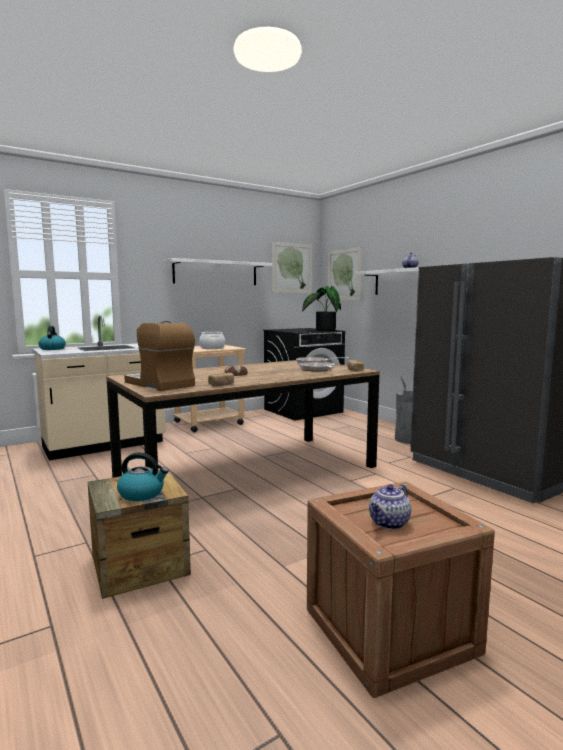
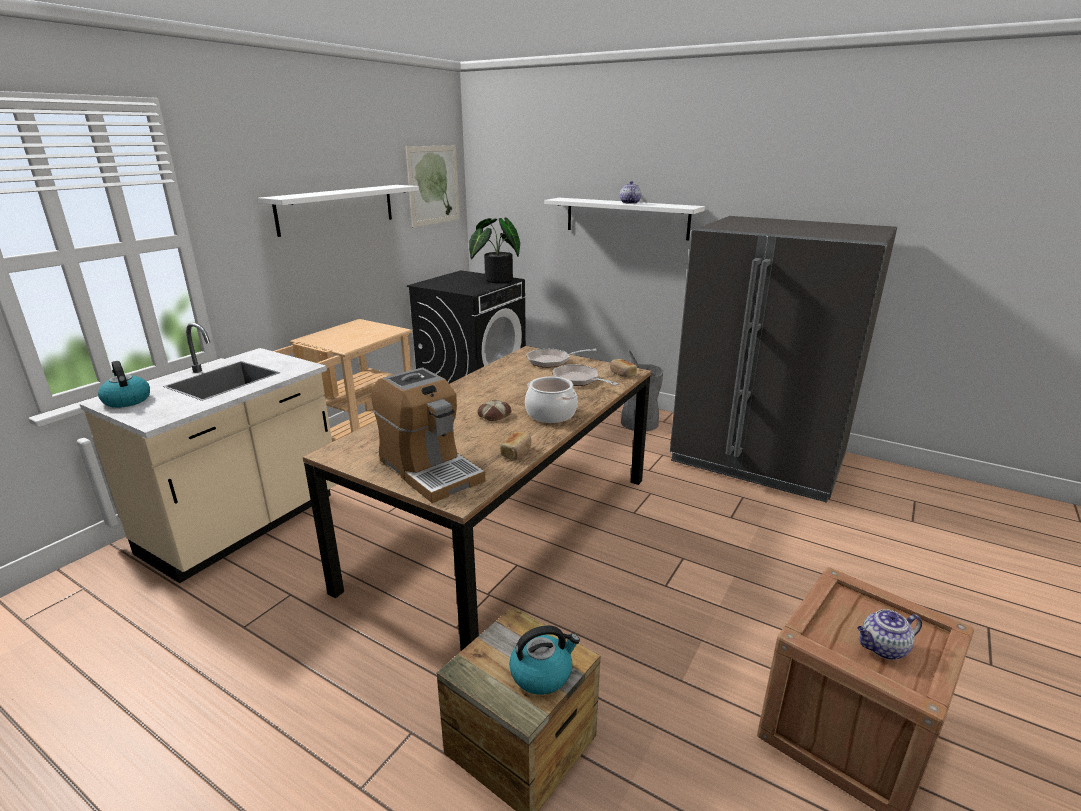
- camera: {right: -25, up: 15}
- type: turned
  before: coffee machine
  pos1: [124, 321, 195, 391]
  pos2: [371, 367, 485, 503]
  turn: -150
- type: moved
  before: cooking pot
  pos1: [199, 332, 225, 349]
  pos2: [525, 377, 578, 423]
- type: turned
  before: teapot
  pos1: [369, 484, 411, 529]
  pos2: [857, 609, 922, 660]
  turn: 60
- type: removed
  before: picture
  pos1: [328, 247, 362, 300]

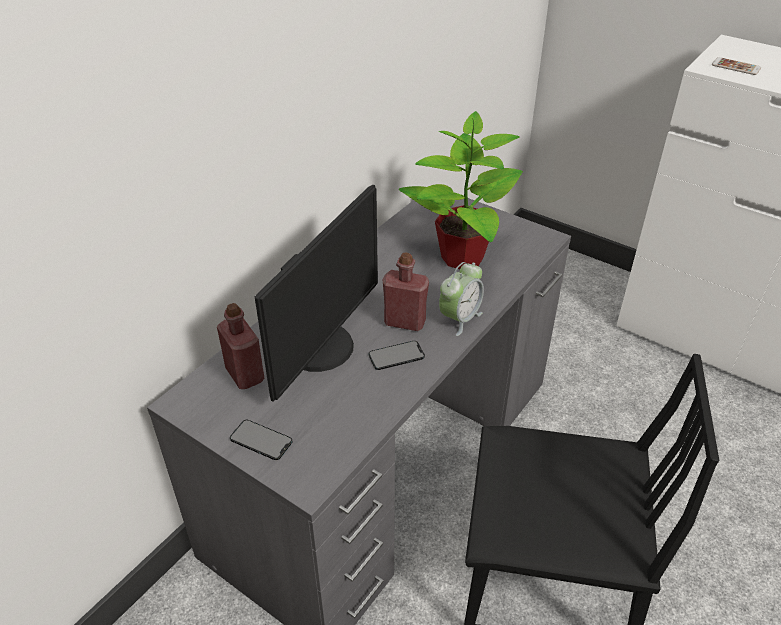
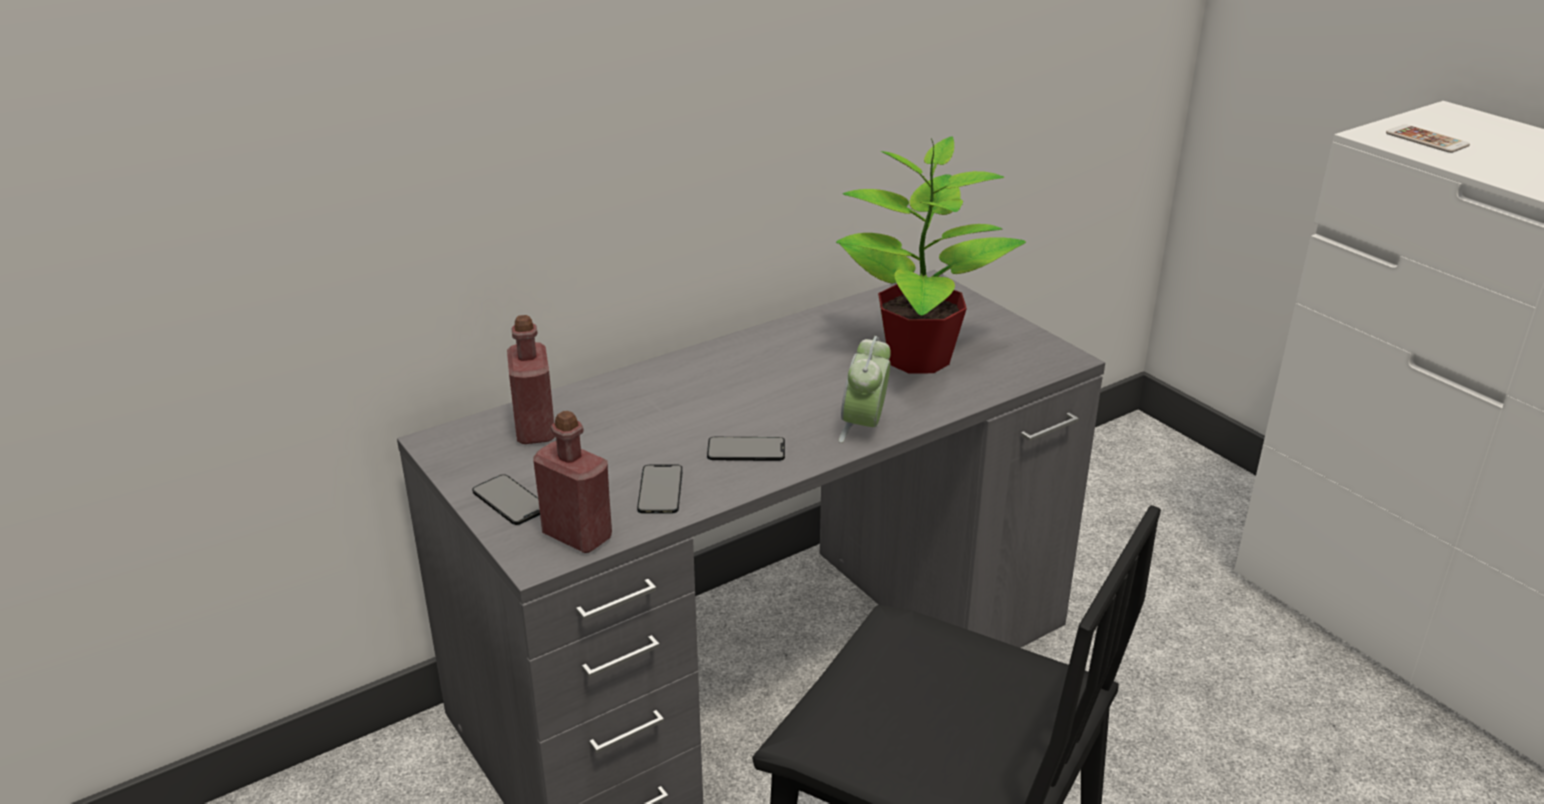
- camera: {right: 20, up: -10}
- type: moved
  before: red bottle
  pos1: [383, 252, 429, 331]
  pos2: [533, 411, 612, 553]
- type: added
  after: phone
  pos2: [637, 465, 683, 514]
- type: turned
  before: alarm clock
  pos1: [439, 262, 484, 336]
  pos2: [839, 336, 891, 443]
  turn: 135
- type: removed
  before: monitor
  pos1: [255, 185, 378, 402]

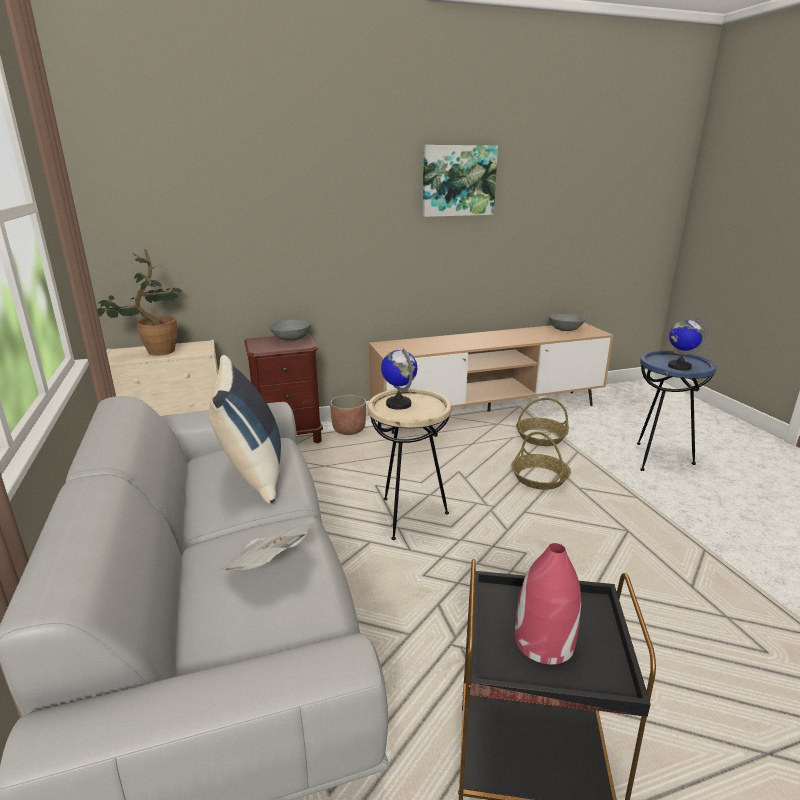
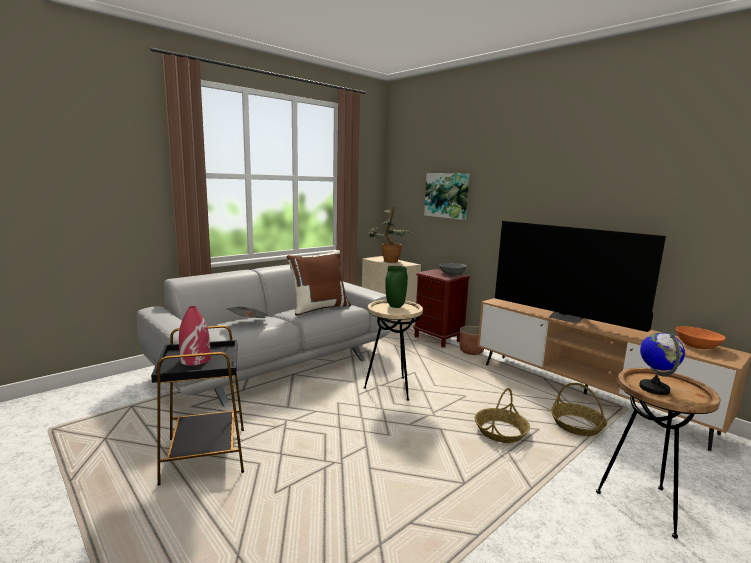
- camera: {right: 65, up: -10}
- type: recoloured
  before: blue pillow
  after: brown pillow
  pos1: [208, 355, 281, 504]
  pos2: [287, 250, 351, 316]
- type: replaced
  before: globe
  after: green vase
  pos1: [381, 349, 417, 410]
  pos2: [385, 266, 408, 308]
- type: moved
  before: picture
  pos1: [423, 145, 498, 217]
  pos2: [424, 173, 469, 220]
- type: added
  after: television
  pos2: [495, 221, 666, 332]
- type: recoloured
  before: blue side table
  after: brown side table
  pos1: [637, 350, 717, 471]
  pos2: [596, 368, 721, 539]
- type: recoloured
  before: grey bowl
  after: orange bowl
  pos1: [549, 314, 585, 331]
  pos2: [676, 326, 726, 349]

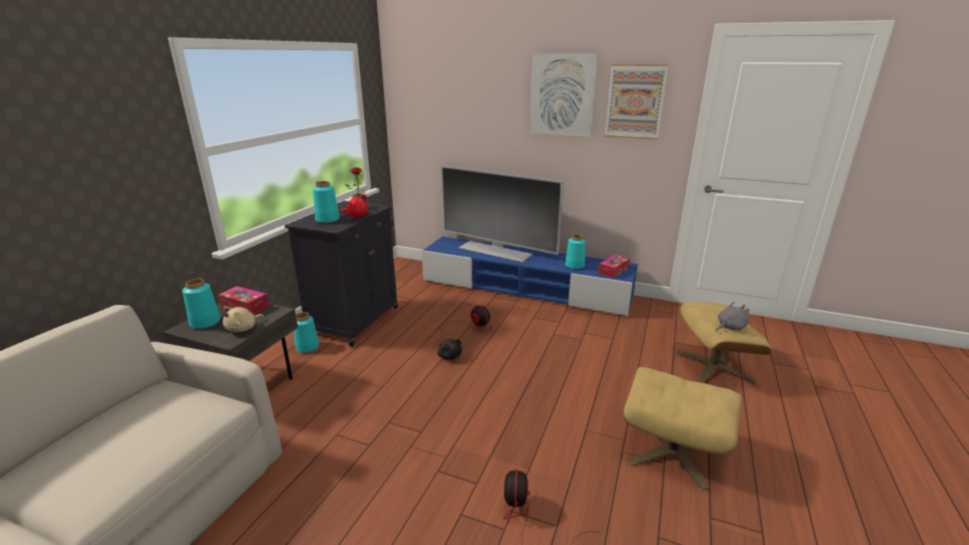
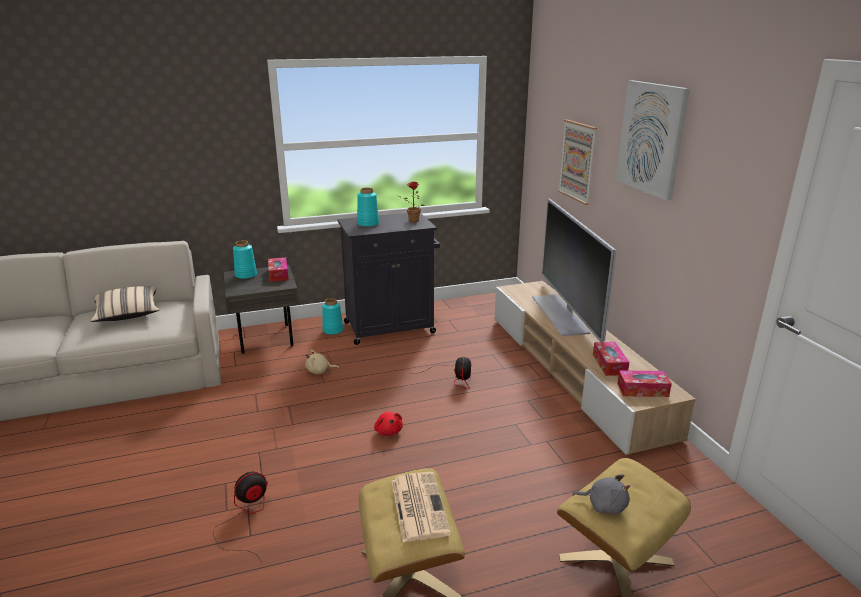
- camera: {right: 50, up: 0}
- type: added
  after: beige pillow
  pos2: [91, 286, 159, 322]
- type: moved
  before: beige plush toy
  pos1: [223, 307, 264, 332]
  pos2: [305, 350, 339, 374]
- type: moved
  before: red plush toy
  pos1: [339, 195, 369, 217]
  pos2: [374, 412, 403, 436]
- type: added
  after: newspaper
  pos2: [392, 472, 451, 542]
- type: recoloured
  before: blue tv stand
  after: beige tv stand
  pos1: [422, 237, 638, 316]
  pos2: [495, 281, 696, 455]
- type: moved
  before: picture
  pos1: [604, 64, 668, 140]
  pos2: [558, 119, 597, 205]
- type: replaced
  before: turquoise vase
  after: tissue box
  pos1: [565, 234, 585, 269]
  pos2: [593, 342, 629, 376]
- type: removed
  before: black plush toy
  pos1: [438, 339, 462, 360]

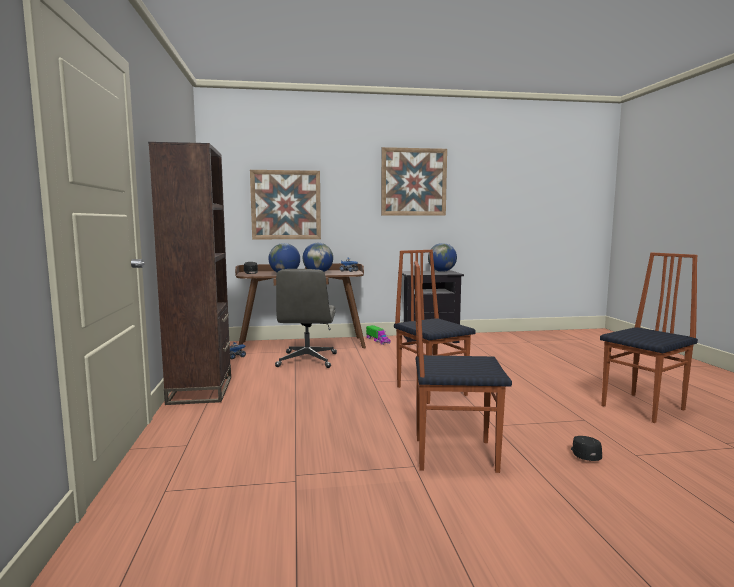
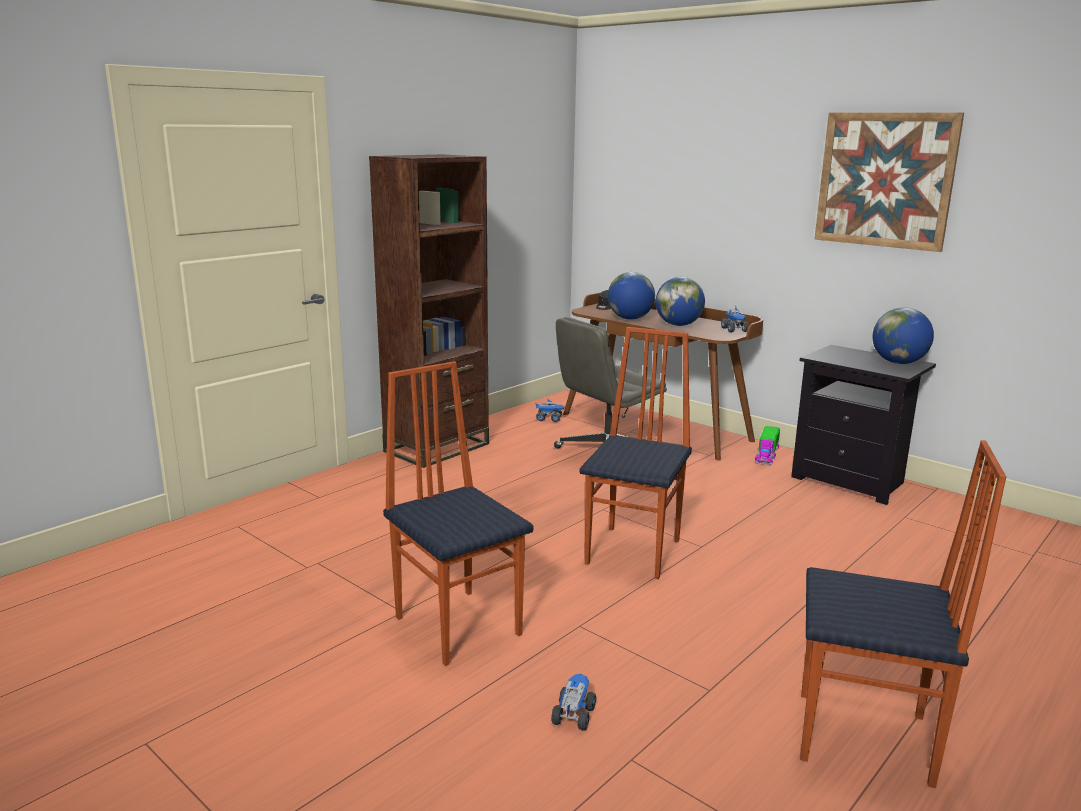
- camera: {right: 50, up: 10}
- type: replaced
  before: black cap
  after: toy truck
  pos1: [571, 436, 602, 461]
  pos2: [551, 674, 596, 731]
- type: removed
  before: picture
  pos1: [250, 170, 321, 239]

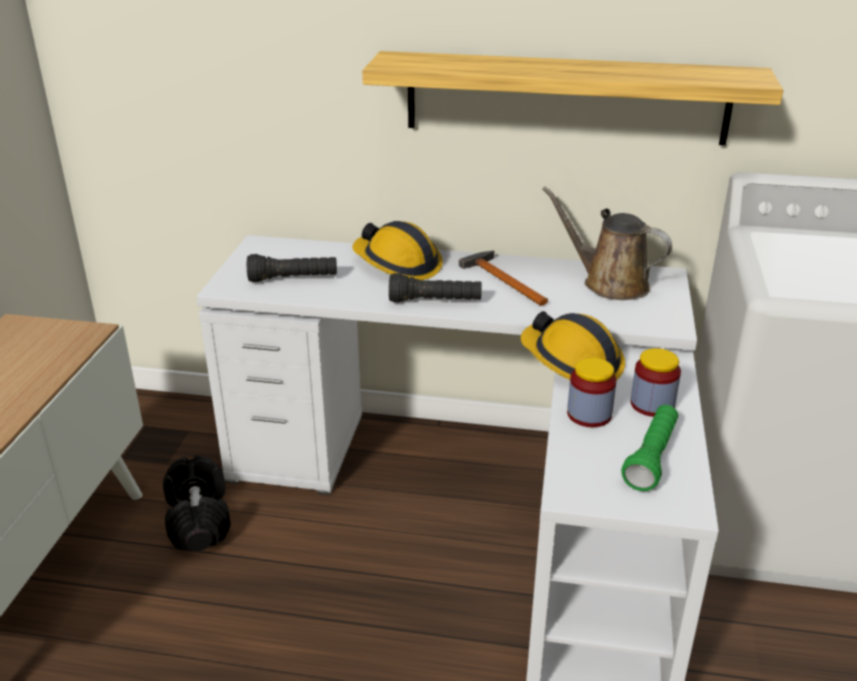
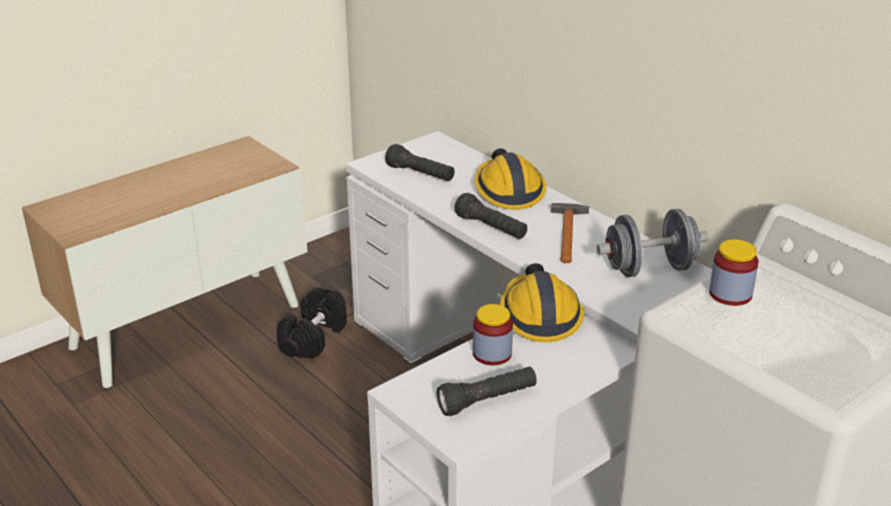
- camera: {right: 40, up: 0}
- type: recoloured
  before: green flashlight
  after: black flashlight
  pos1: [621, 405, 678, 491]
  pos2: [437, 367, 537, 416]
- type: replaced
  before: brown watering can
  after: grey dumbbell
  pos1: [542, 186, 672, 300]
  pos2: [597, 209, 708, 277]
- type: moved
  before: jar
  pos1: [630, 348, 681, 417]
  pos2: [709, 240, 759, 306]
- type: removed
  before: shelf
  pos1: [362, 51, 783, 146]

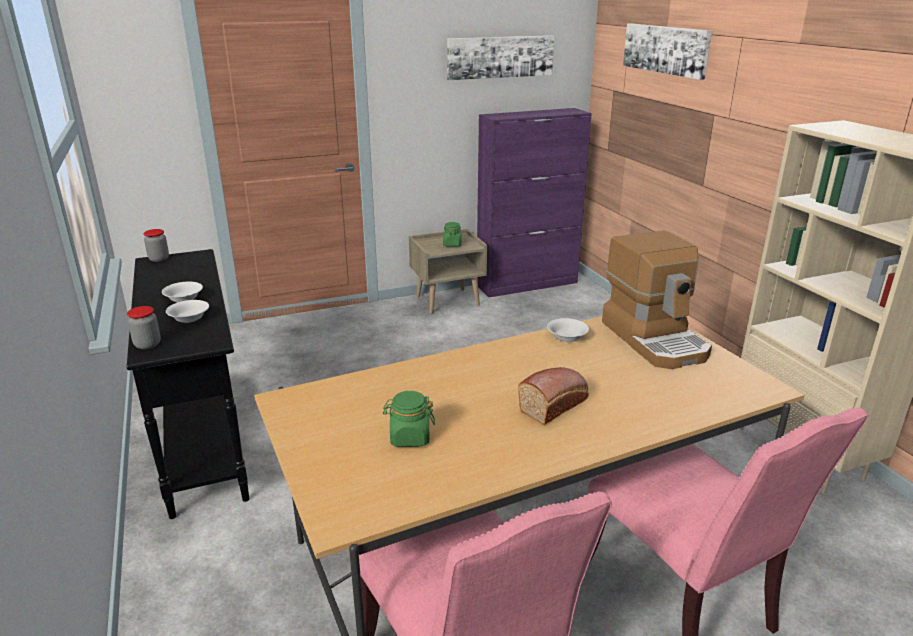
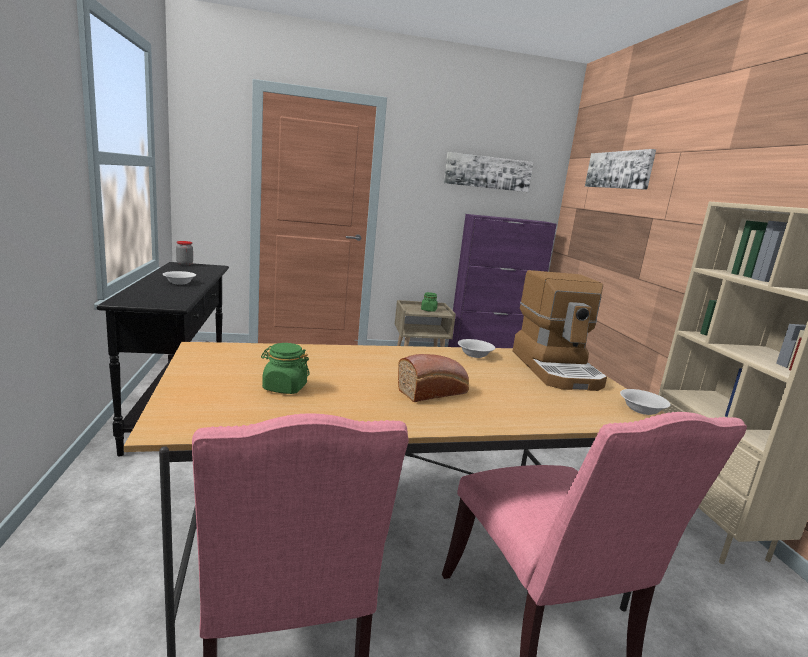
- camera: {right: 10, up: -10}
- type: moved
  before: white bowl
  pos1: [166, 300, 209, 323]
  pos2: [620, 389, 670, 415]
- type: removed
  before: jar
  pos1: [127, 306, 161, 349]

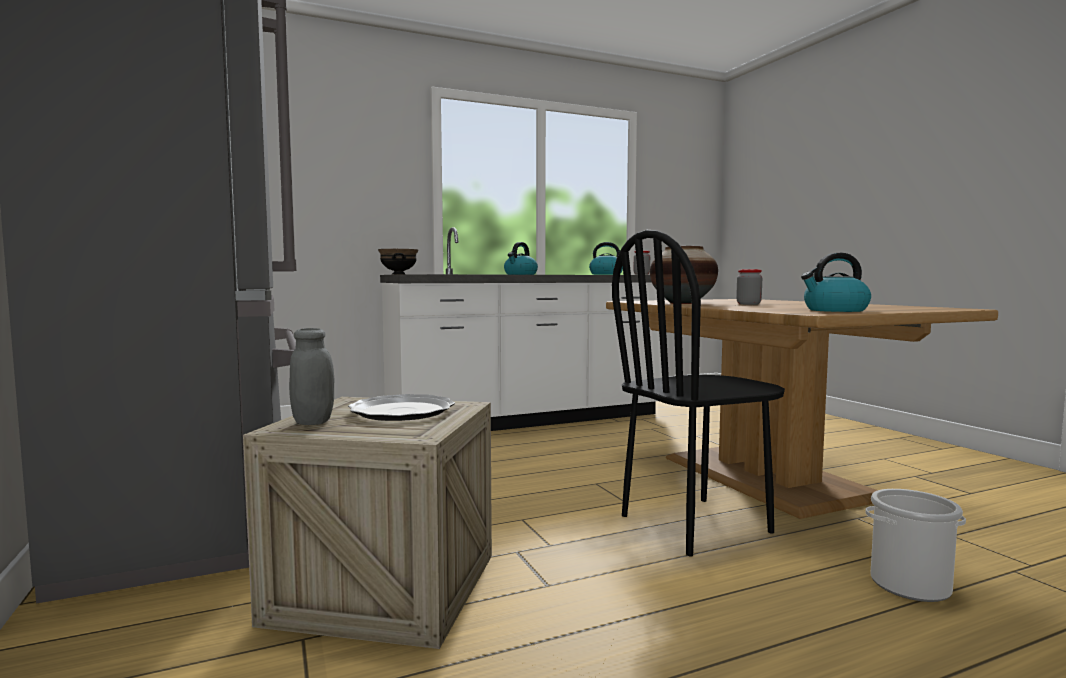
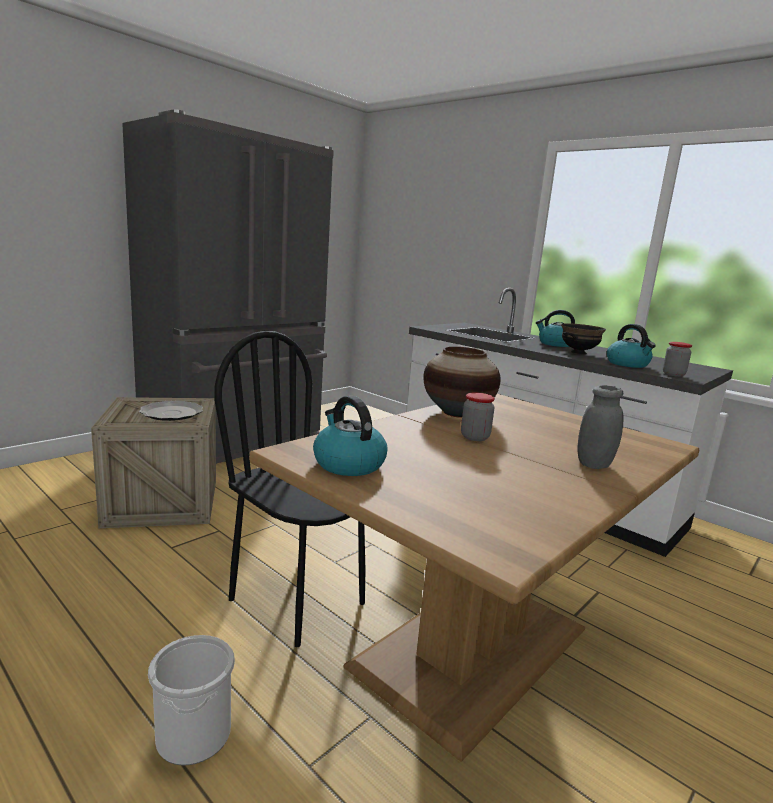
- camera: {right: 65, up: 10}
- type: moved
  before: black bowl
  pos1: [378, 249, 418, 275]
  pos2: [561, 323, 606, 355]
- type: moved
  before: grey jar
  pos1: [289, 328, 335, 425]
  pos2: [577, 385, 624, 469]

